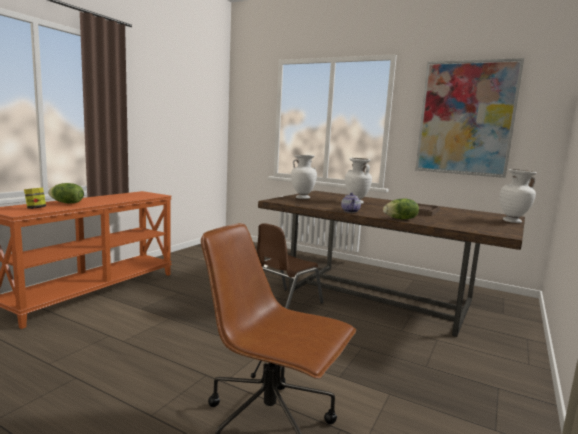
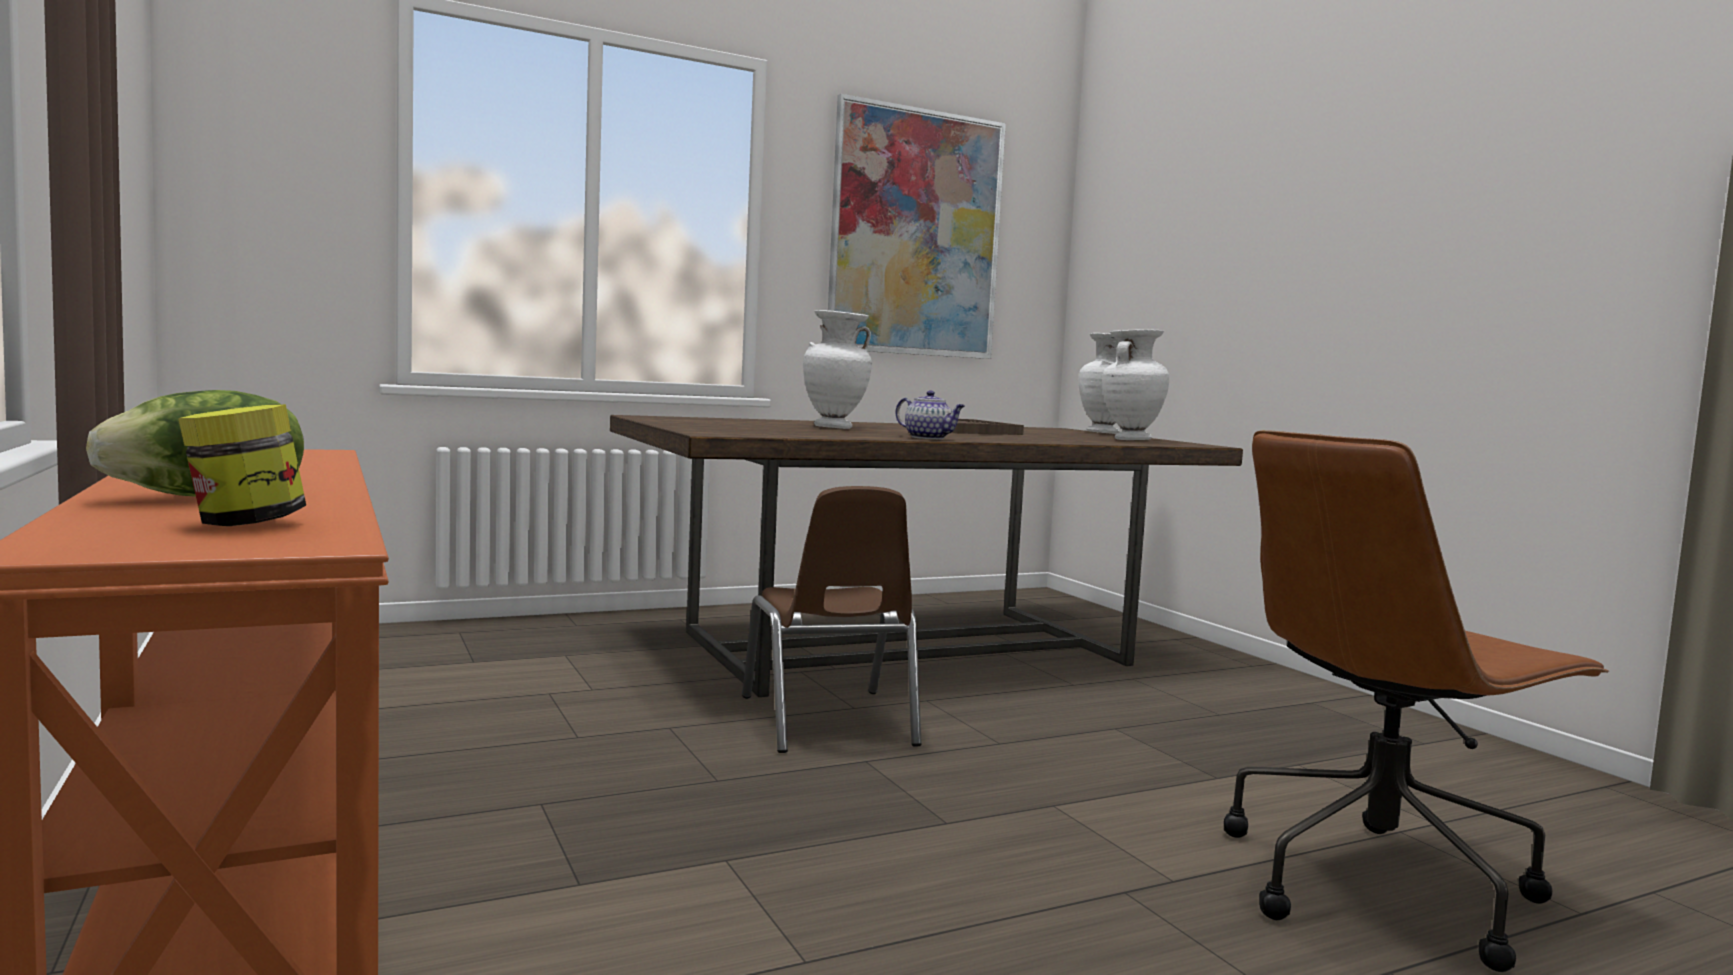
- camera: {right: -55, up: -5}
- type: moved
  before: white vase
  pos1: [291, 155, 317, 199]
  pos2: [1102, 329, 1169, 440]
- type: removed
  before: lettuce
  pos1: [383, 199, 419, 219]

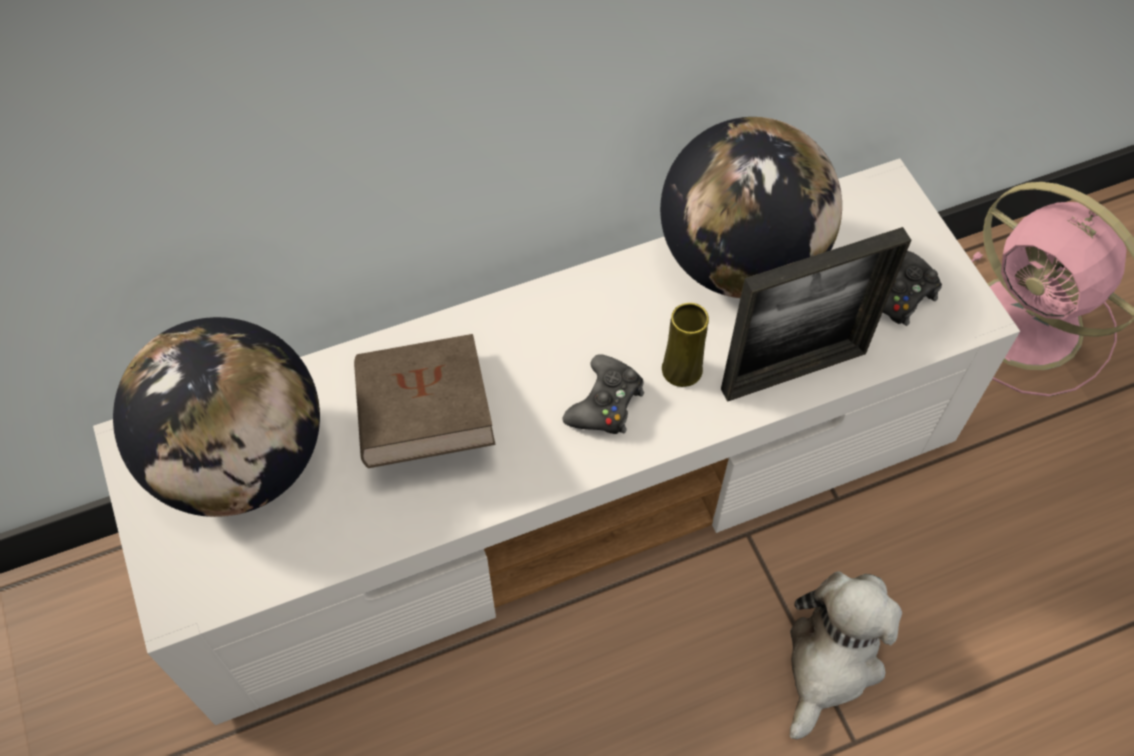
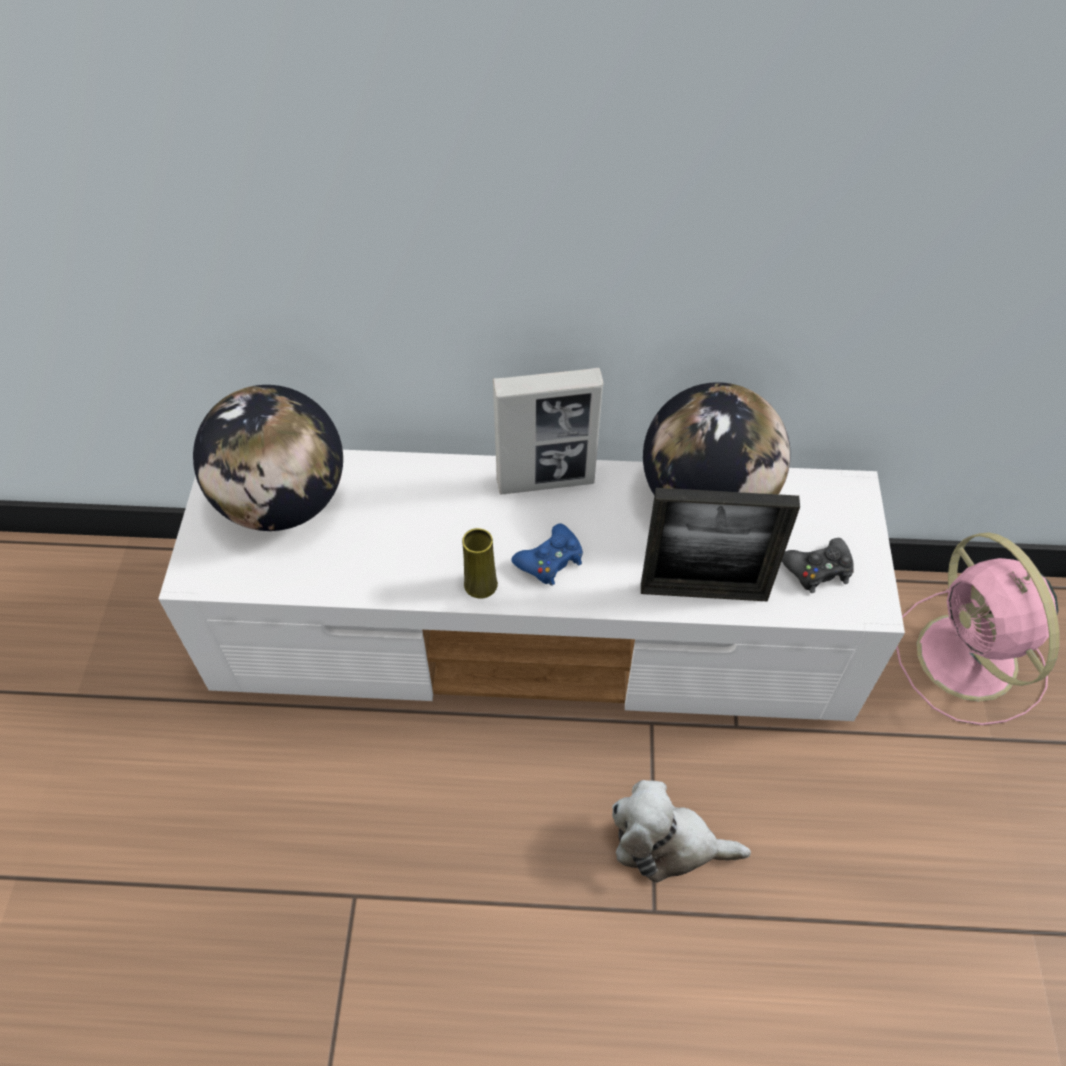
- camera: {right: 25, up: -5}
- type: moved
  before: yellow vase
  pos1: [662, 303, 709, 387]
  pos2: [462, 528, 498, 599]
- type: added
  after: picture frame
  pos2: [493, 368, 603, 494]
- type: recoloured
  before: black game controller
  after: blue game controller
  pos1: [563, 354, 644, 434]
  pos2: [511, 523, 583, 586]
- type: turned
  before: plush toy
  pos1: [790, 571, 902, 739]
  pos2: [612, 780, 751, 883]
  turn: -135
- type: removed
  before: brown book
  pos1: [354, 334, 495, 468]

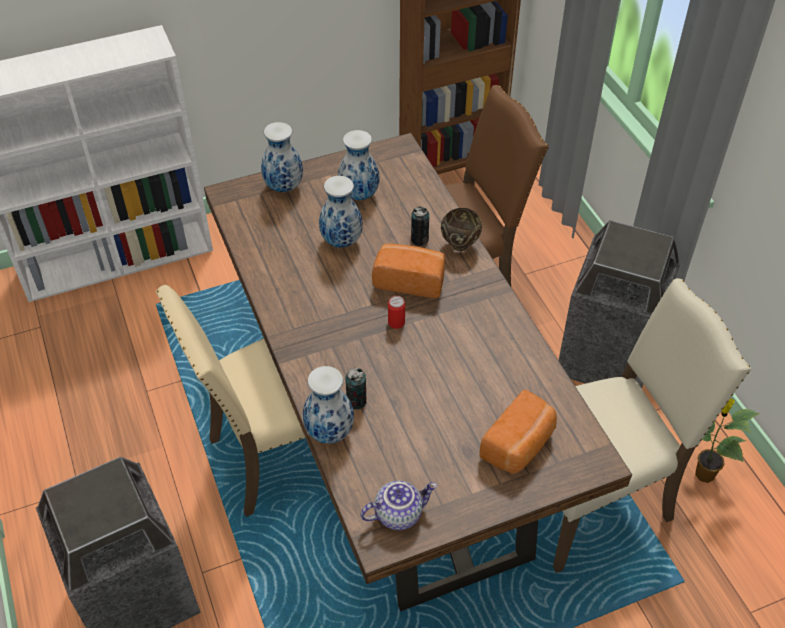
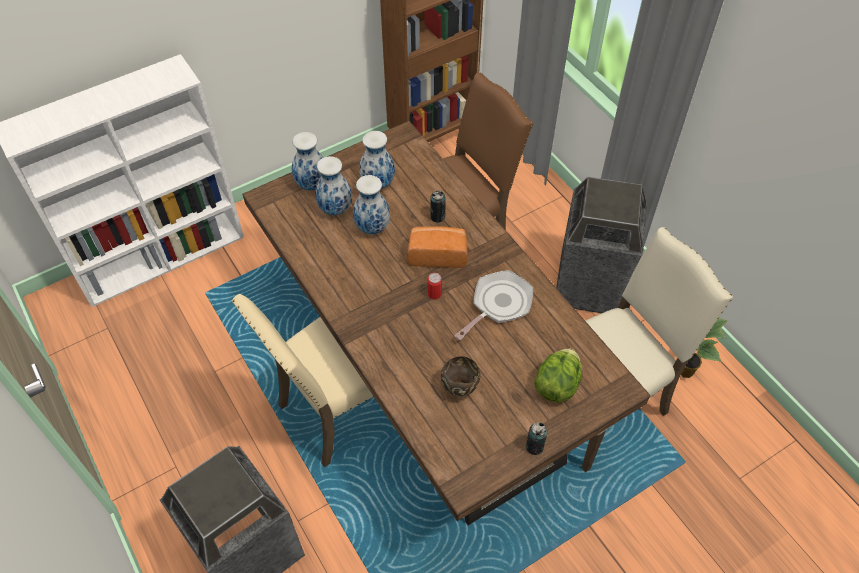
- camera: {right: -10, up: 5}
- type: moved
  before: vase
  pos1: [303, 366, 354, 444]
  pos2: [315, 156, 352, 215]
- type: moved
  before: brown bowl
  pos1: [441, 208, 482, 251]
  pos2: [441, 356, 481, 396]
- type: added
  after: frying pan
  pos2: [455, 270, 533, 340]
- type: moved
  before: can
  pos1: [345, 368, 367, 410]
  pos2: [526, 422, 547, 455]
- type: replaced
  before: bread
  after: lettuce
  pos1: [479, 389, 557, 474]
  pos2: [534, 348, 582, 403]
- type: removed
  before: teapot
  pos1: [360, 481, 437, 530]

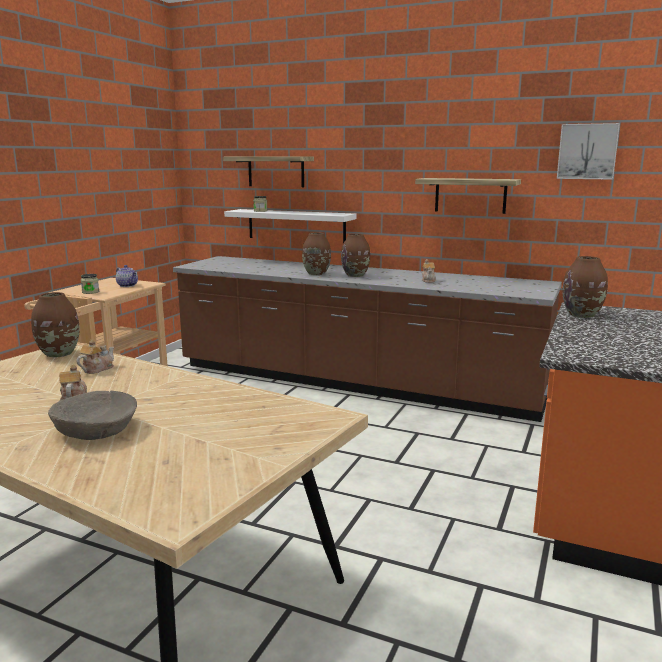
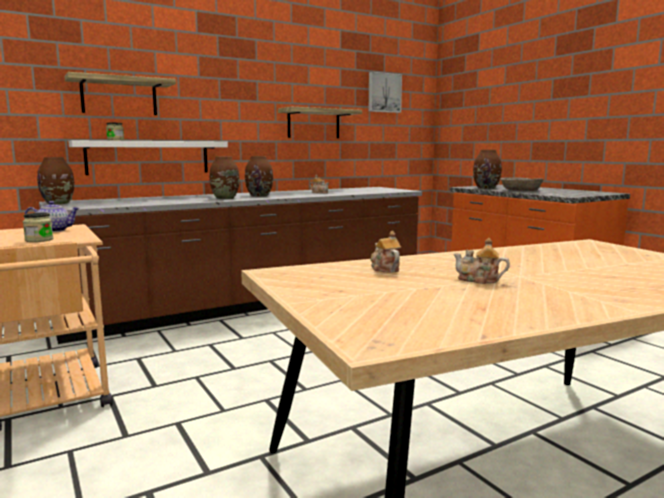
- camera: {right: -55, up: -5}
- type: moved
  before: brown vase
  pos1: [31, 292, 79, 358]
  pos2: [37, 157, 74, 204]
- type: moved
  before: beige bowl
  pos1: [48, 391, 137, 440]
  pos2: [501, 177, 544, 191]

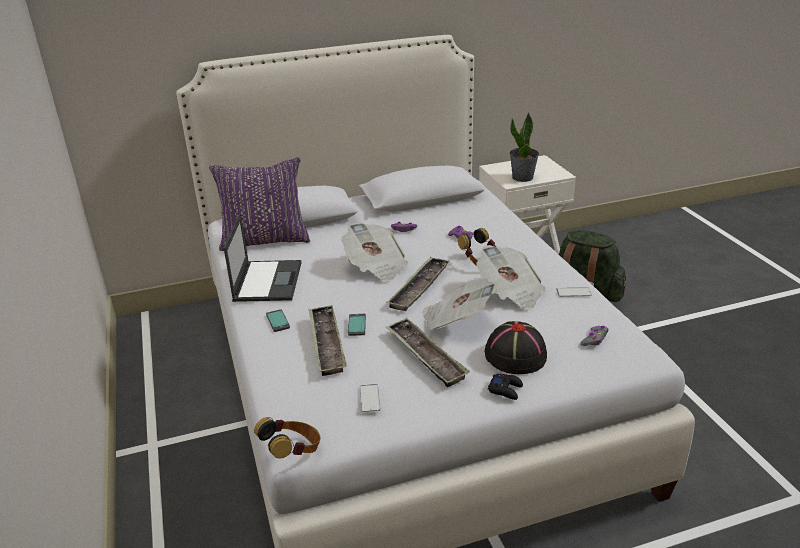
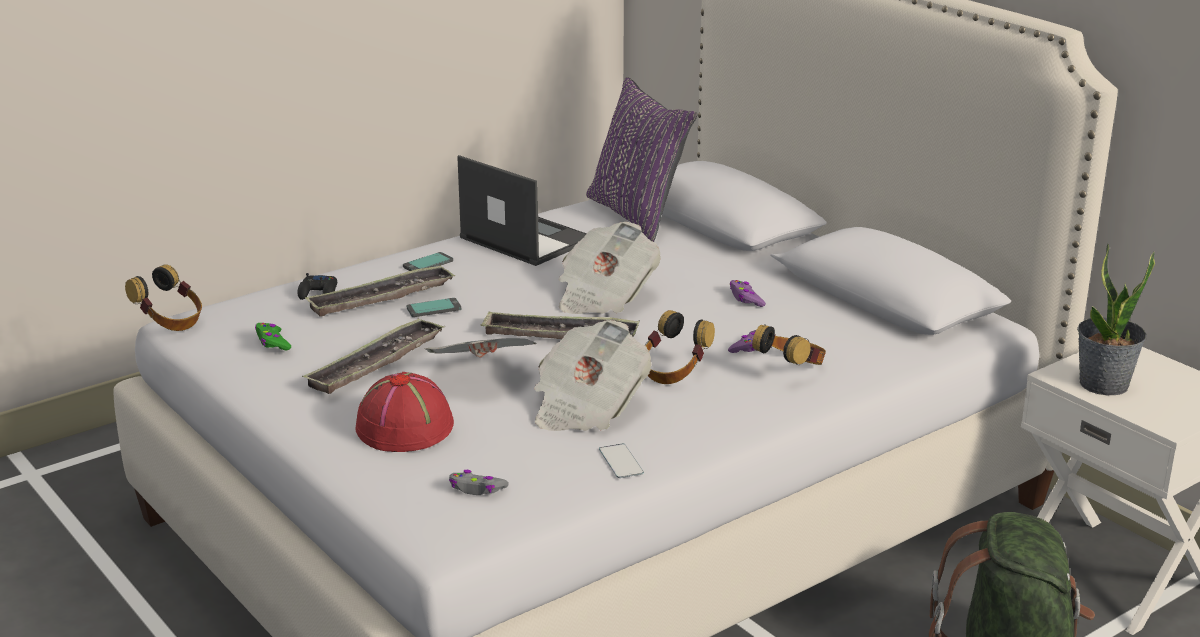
- camera: {right: 70, up: -5}
- type: replaced
  before: phone
  after: green game controller
  pos1: [360, 384, 381, 412]
  pos2: [255, 323, 291, 351]
- type: moved
  before: black game controller
  pos1: [488, 374, 523, 400]
  pos2: [297, 273, 337, 300]
- type: recoloured
  before: black hat
  after: red hat
  pos1: [484, 321, 547, 374]
  pos2: [356, 372, 454, 452]
- type: turned
  before: laptop
  pos1: [224, 213, 301, 302]
  pos2: [457, 155, 587, 266]
  turn: -120
- type: added
  after: headphones
  pos2: [752, 324, 826, 365]

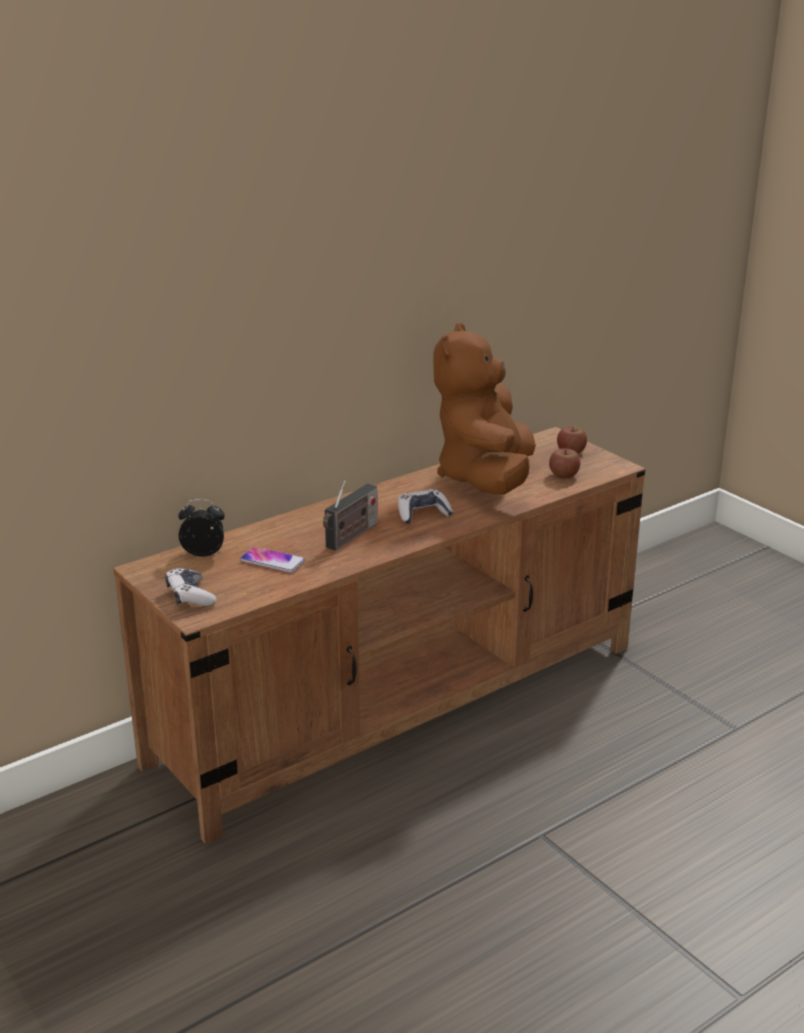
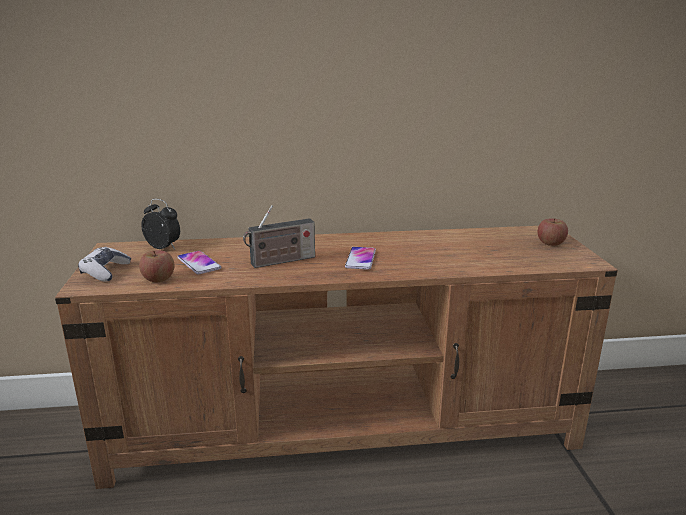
- camera: {right: 30, up: -5}
- type: moved
  before: apple
  pos1: [549, 449, 581, 479]
  pos2: [139, 250, 174, 282]
- type: replaced
  before: game controller
  after: phone
  pos1: [398, 489, 453, 524]
  pos2: [345, 247, 376, 270]
- type: removed
  before: brown plush toy
  pos1: [433, 322, 536, 495]

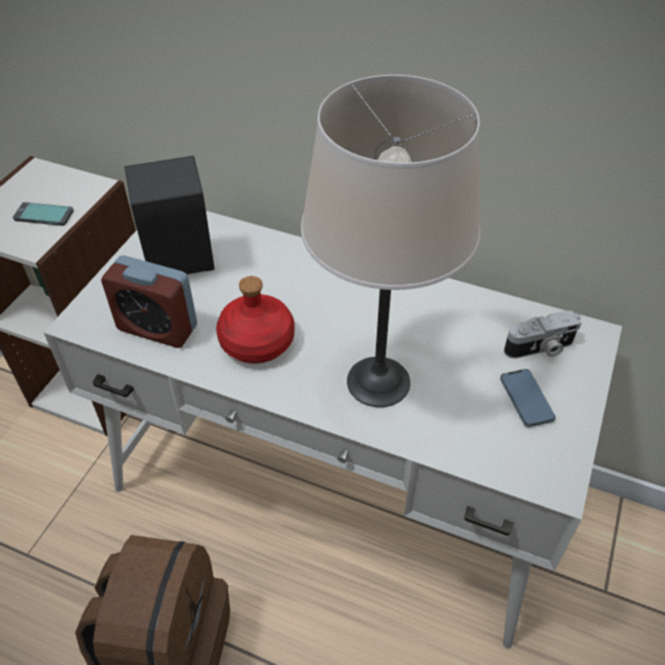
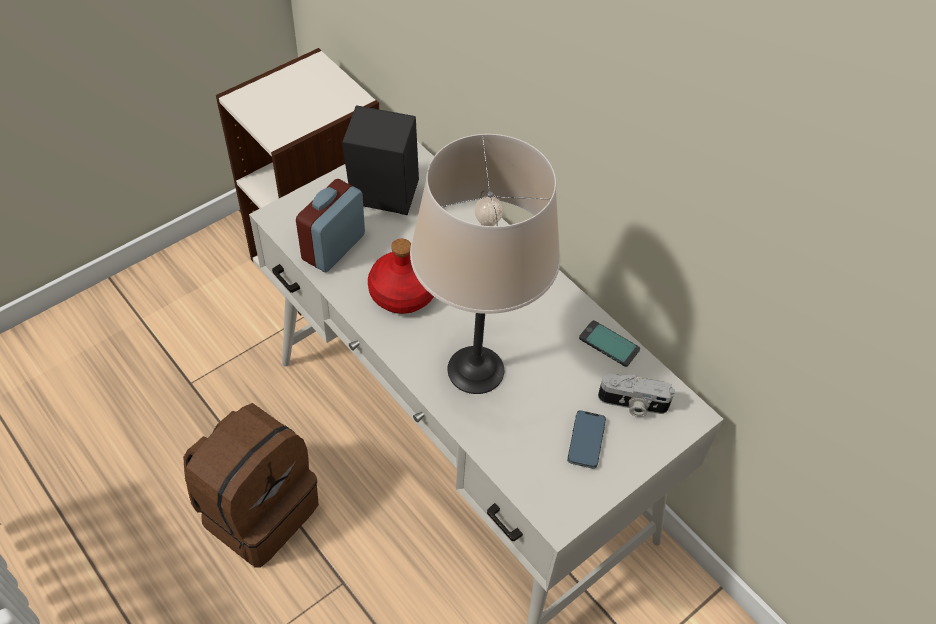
- camera: {right: 25, up: 5}
- type: turned
  before: alarm clock
  pos1: [101, 255, 197, 348]
  pos2: [296, 179, 365, 272]
  turn: 75
- type: moved
  before: phone
  pos1: [13, 202, 74, 226]
  pos2: [579, 320, 640, 367]

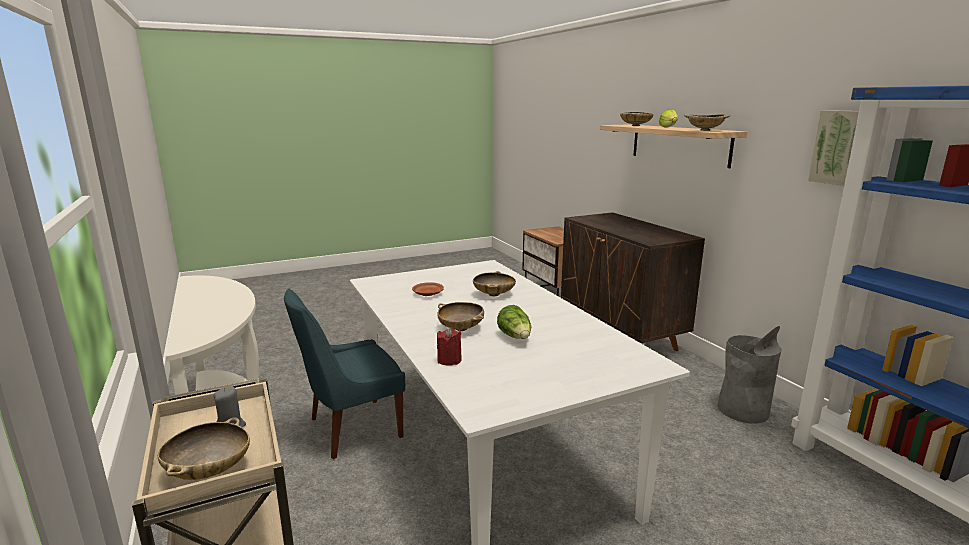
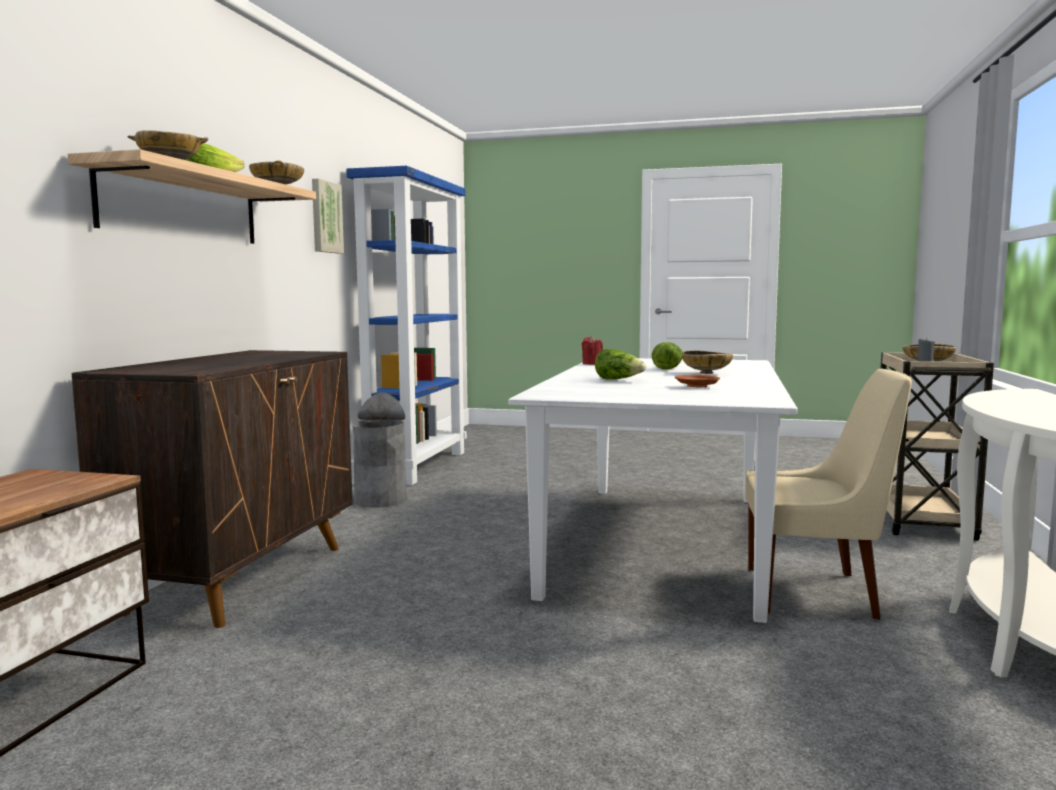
- camera: {right: -140, up: -10}
- type: moved
  before: red candle
  pos1: [437, 327, 462, 366]
  pos2: [582, 336, 603, 365]
- type: replaced
  before: beige bowl
  after: lettuce
  pos1: [473, 271, 516, 296]
  pos2: [595, 349, 646, 379]
- type: recoloured
  before: blue chair
  after: beige chair
  pos1: [284, 289, 405, 459]
  pos2: [745, 368, 912, 620]

